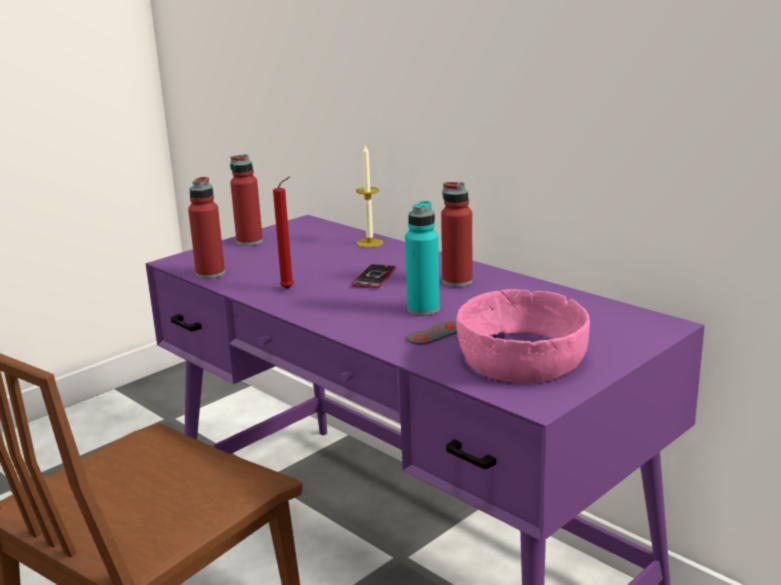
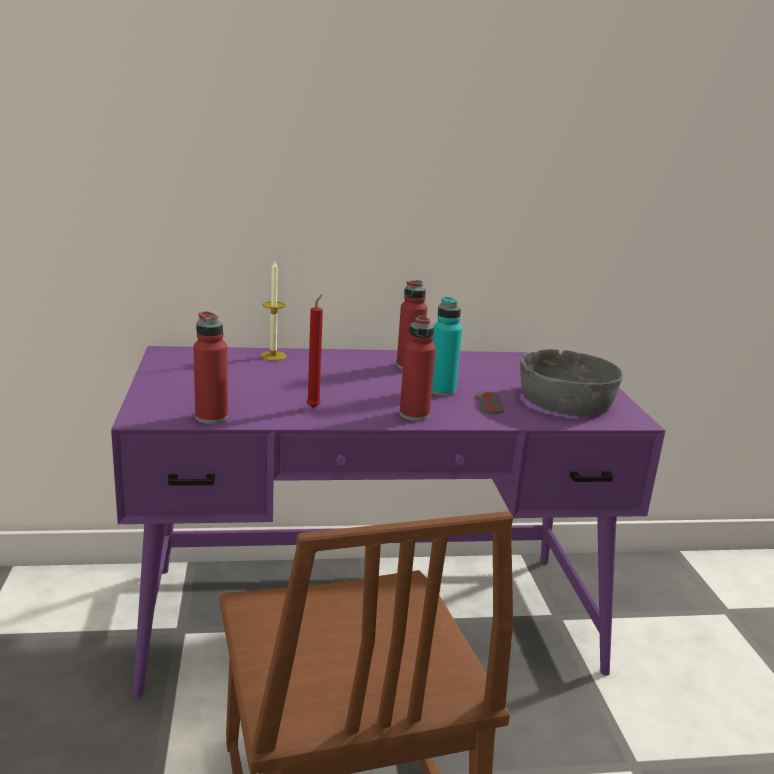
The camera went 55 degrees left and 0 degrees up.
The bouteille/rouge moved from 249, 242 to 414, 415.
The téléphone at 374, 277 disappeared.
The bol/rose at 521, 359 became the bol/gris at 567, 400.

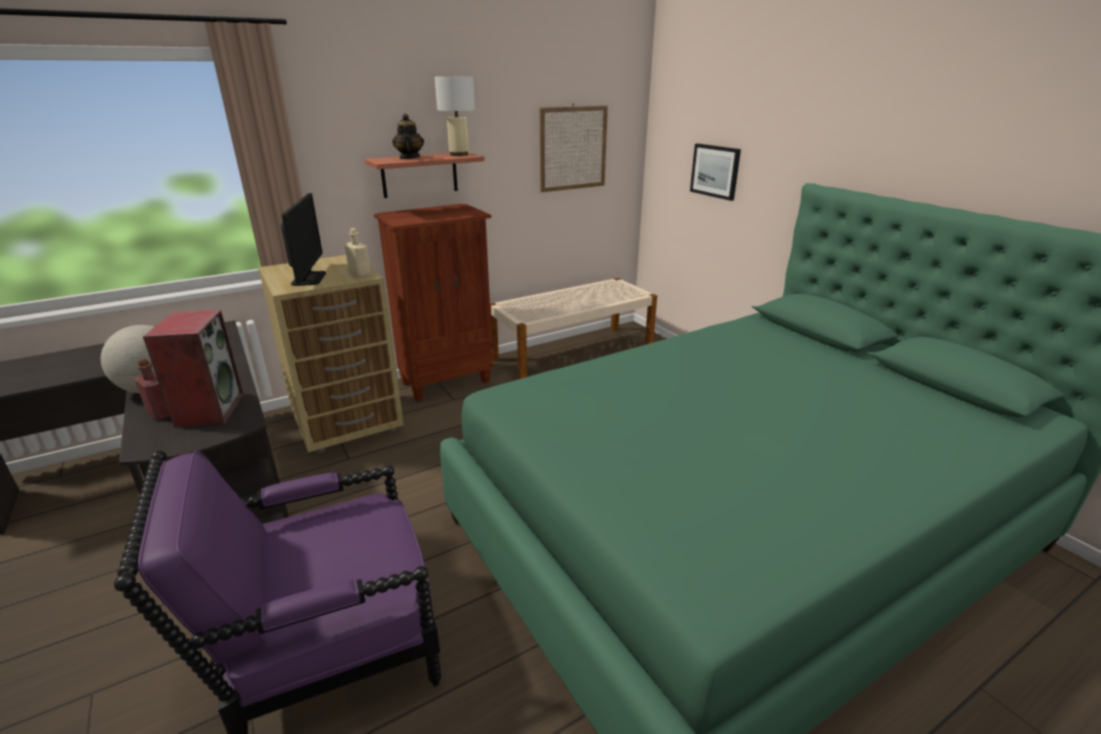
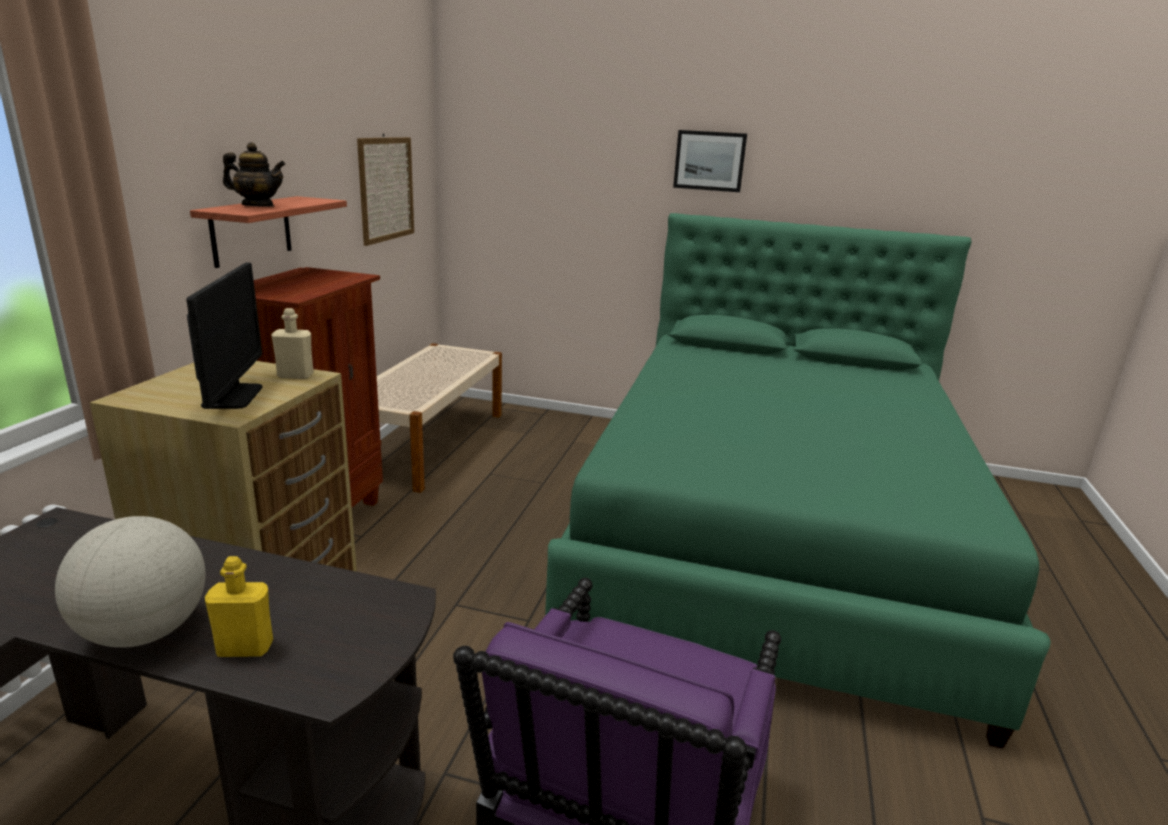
The camera went 45 degrees left and 5 degrees down.
The lampe de table/blanc at 458, 155 disappeared.
The théière at 409, 158 turned 150 degrees clockwise.
The tableau moved from 715, 171 to 709, 161.
The écran d'ordinateur at 309, 278 turned 45 degrees clockwise.
The enceinte at 210, 409 disappeared.
The bouteille/rouge at 161, 413 became the bouteille/jaune at 245, 648.

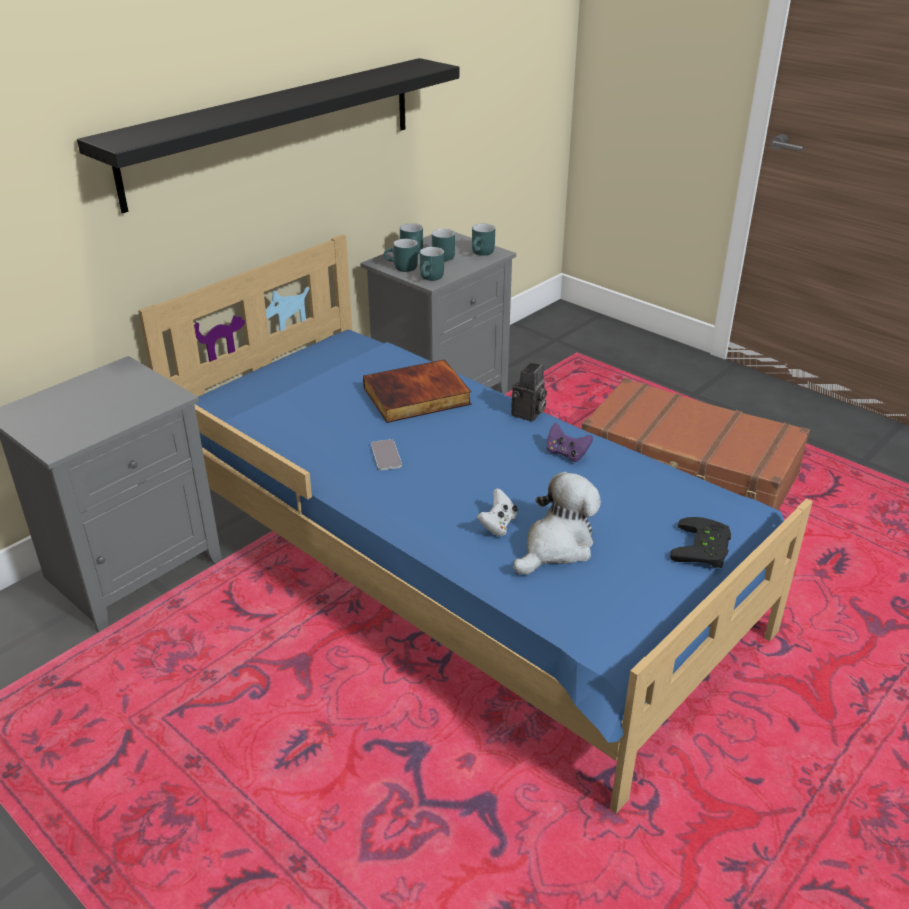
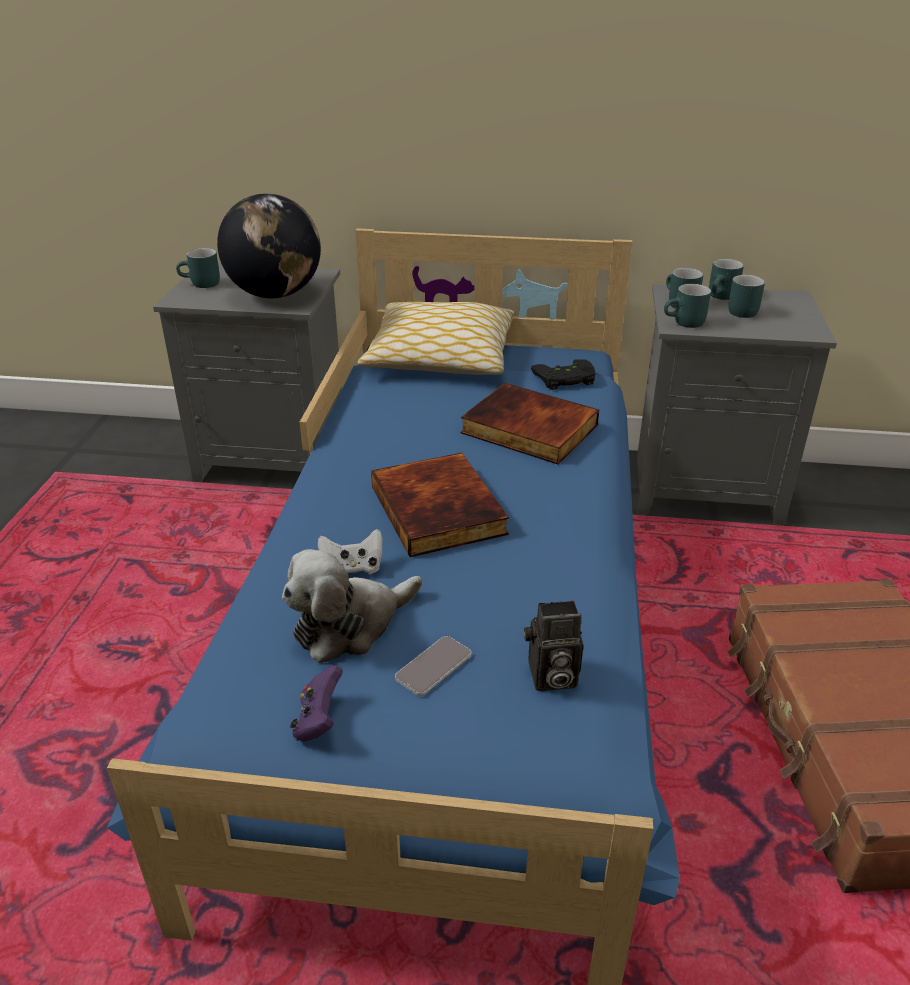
The camera went 55 degrees right and 0 degrees up.
The étagère/noir at 274, 130 disappeared.
The mug/turquoise moved from 482, 253 to 201, 284.
The appareil photo moved from 528, 414 to 550, 677.
The manette/violet moved from 566, 454 to 318, 721.
The téléphone moved from 386, 455 to 433, 667.
The peluche at 556, 547 turned 135 degrees clockwise.
The manette/noir moved from 705, 549 to 565, 380.
The globe at 275, 294 appeared.
The coussin at 440, 358 appeared.
The livre at 441, 510 appeared.

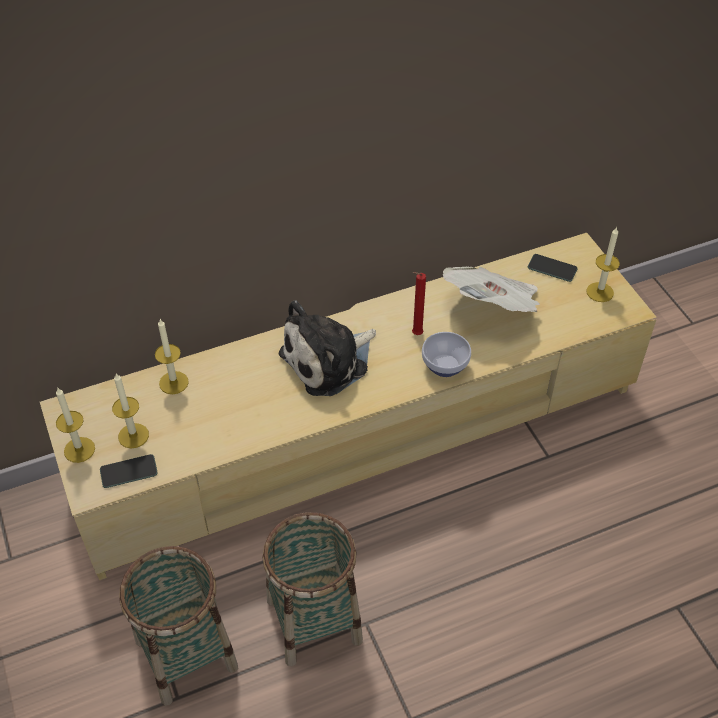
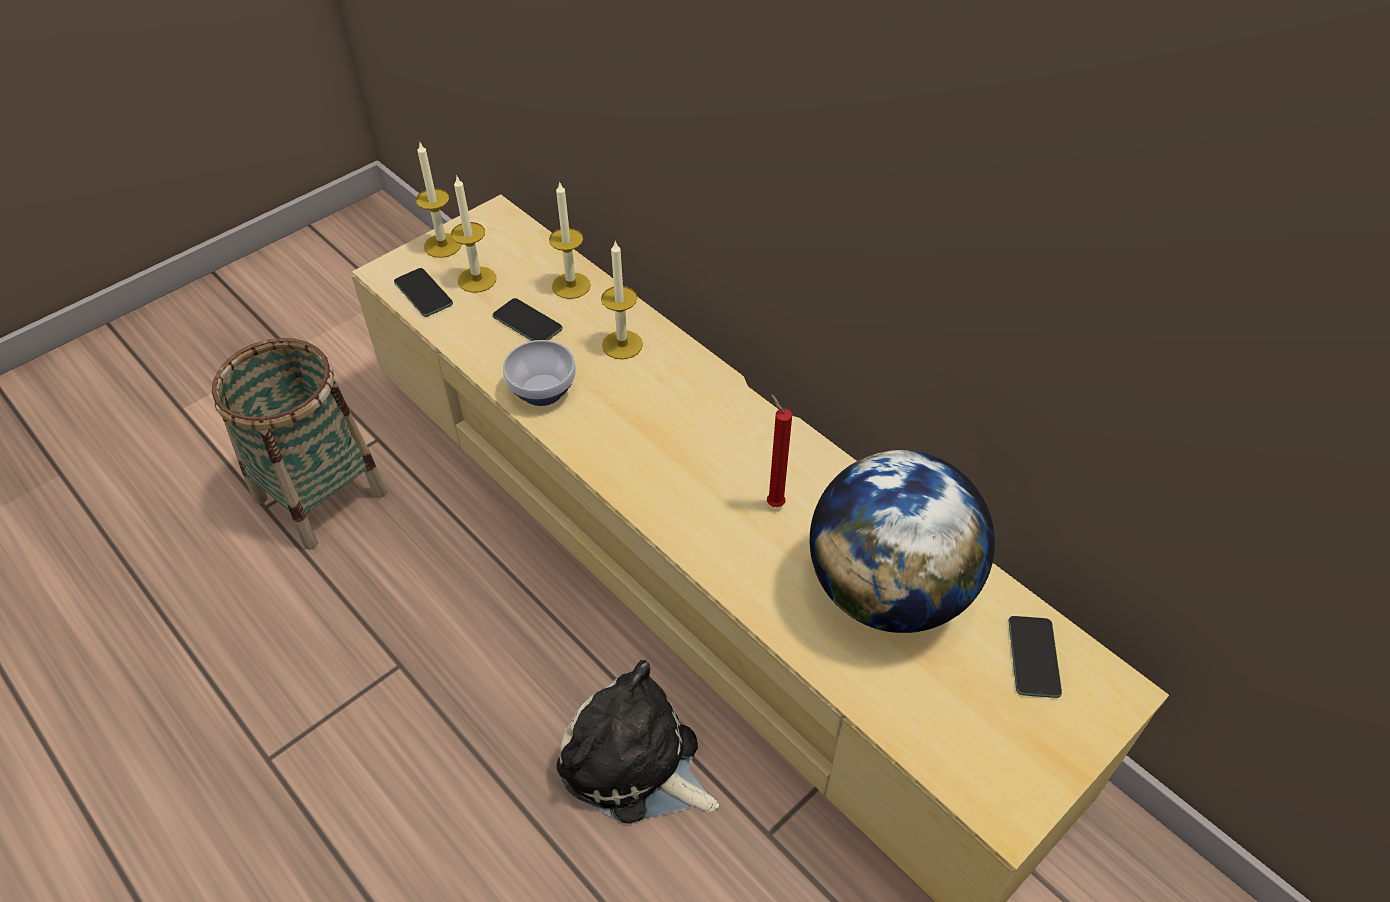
The camera went 70 degrees right and 0 degrees up.
The bougie moved from 600, 292 to 622, 345.
The journal at 493, 307 was replaced by the globe at 888, 590.
The peluche moved from 329, 360 to 635, 764.
The bol moved from 446, 366 to 543, 392.
The panier at 313, 620 disappeared.
The téléphone at 527, 322 appeared.

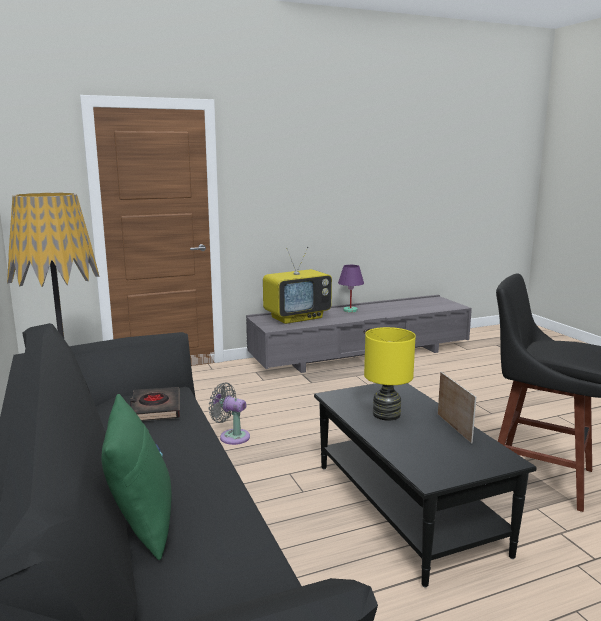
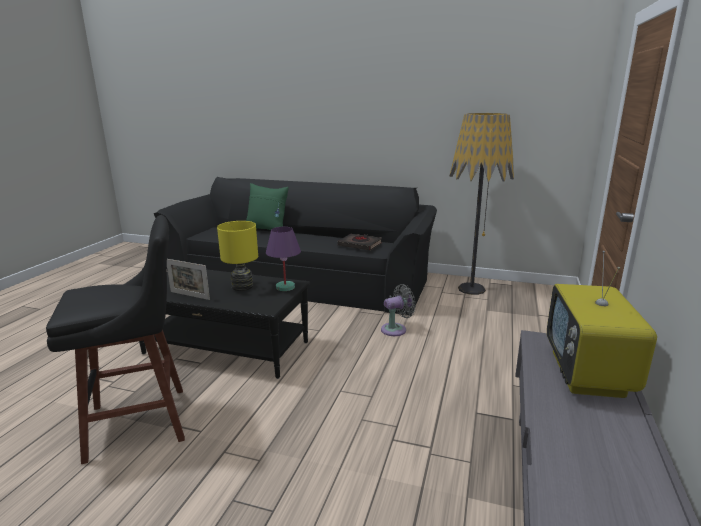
The camera went 130 degrees right and 5 degrees up.
The lampe de table/violet moved from 350, 310 to 285, 287.

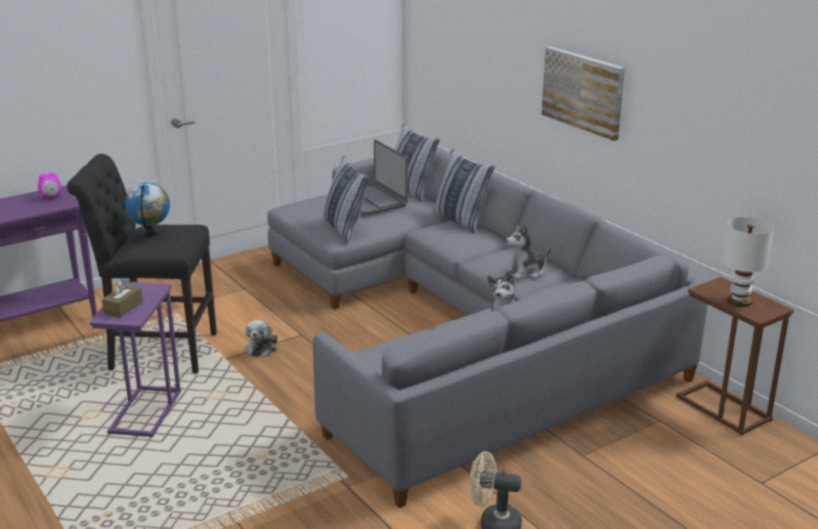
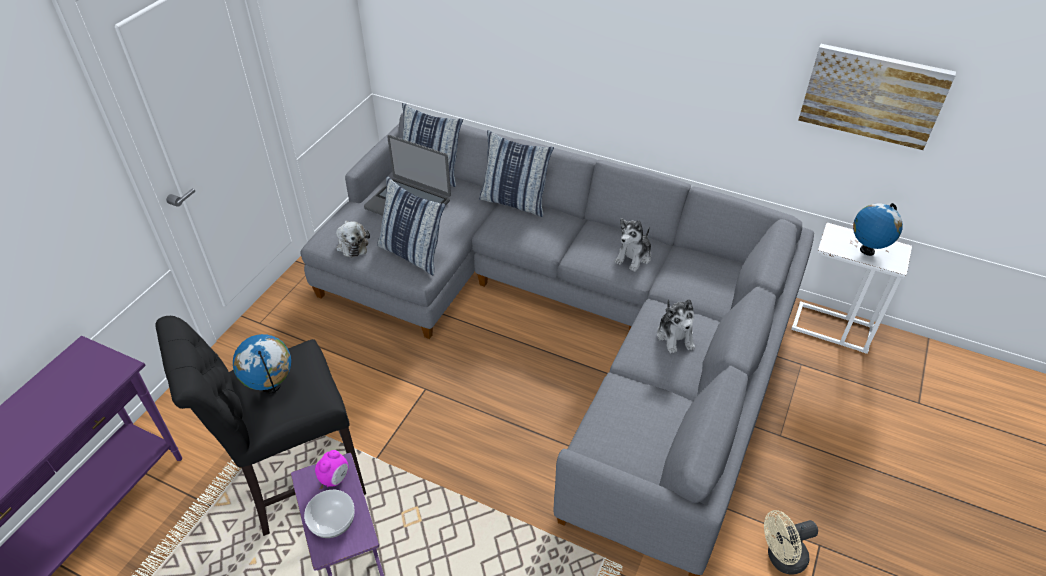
The camera went 30 degrees left and 20 degrees up.
The tableau moved from 583, 91 to 873, 95.
The réveil moved from 51, 197 to 335, 478.
The lampe de table/blanc at 738, 300 was replaced by the globe at 867, 250.
The table d'appoint/marron at 724, 408 became the table d'appoint/blanc at 833, 327.
The boîte à mouchoirs/marron at 123, 307 was replaced by the bol at 332, 522.
The peluche moved from 262, 347 to 352, 244.

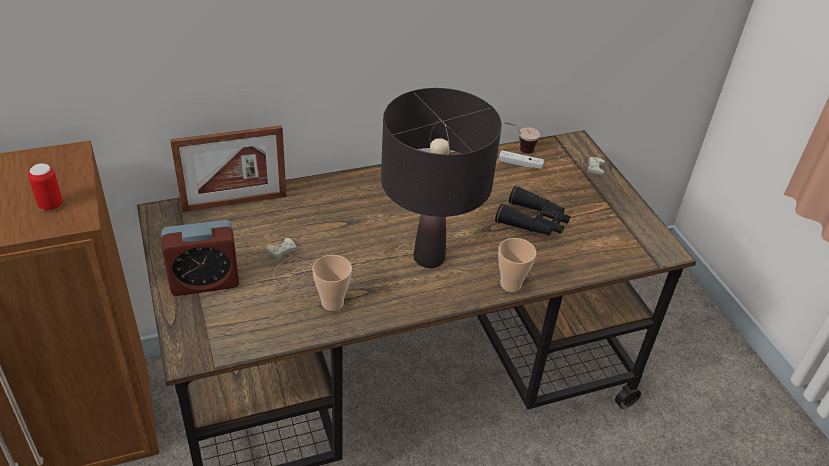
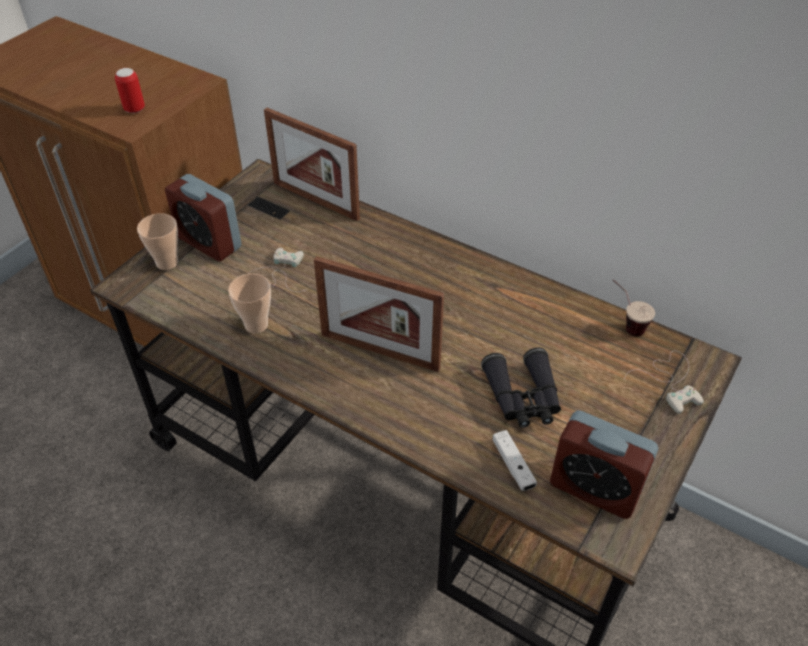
The camera went 55 degrees right and 5 degrees up.
The lampe de table/noir at 429, 257 was replaced by the cadre photo at 380, 351.
The manette/blanc moved from 520, 164 to 513, 465.
The tasse moved from 510, 284 to 167, 263.
The réveil at 594, 488 appeared.

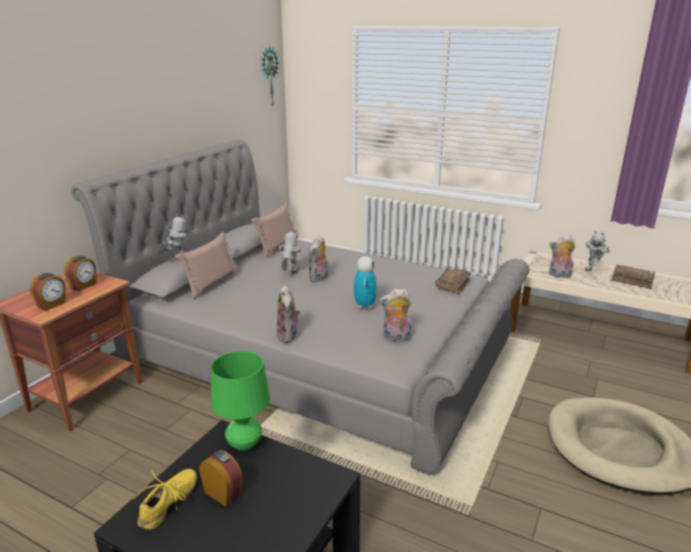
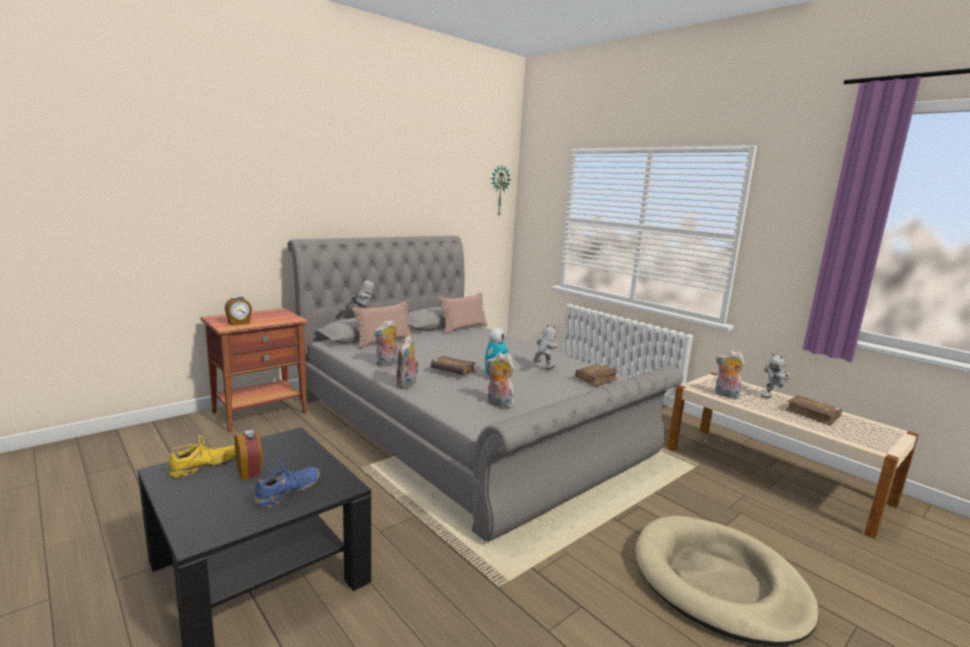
The camera went 20 degrees right and 10 degrees down.
The robot jouet moved from 290, 273 to 543, 369.
The peluche moved from 319, 279 to 387, 364.
The réveil at 84, 286 disappeared.
The lampe de table/vert at 244, 444 disappeared.
The livre/marron at 453, 371 appeared.
The chaussure/bleu at 288, 493 appeared.

